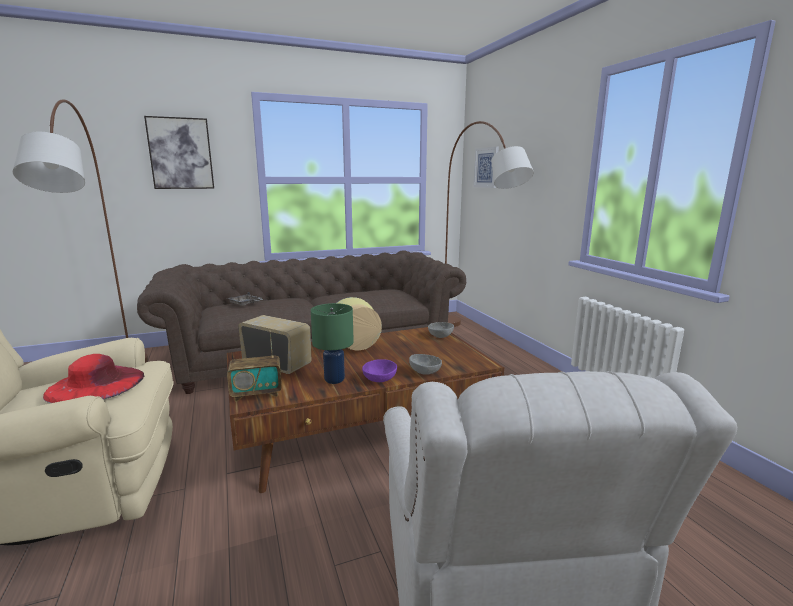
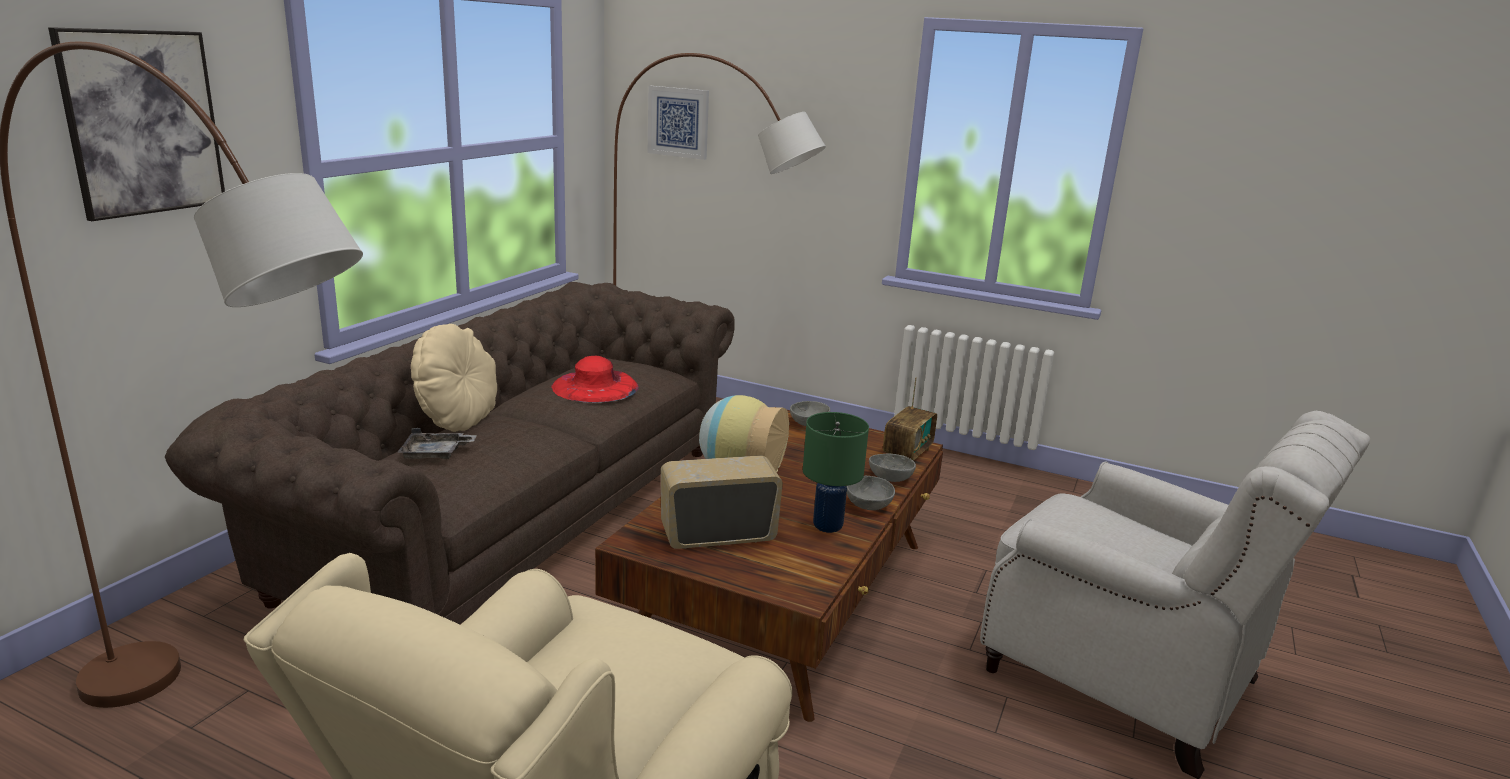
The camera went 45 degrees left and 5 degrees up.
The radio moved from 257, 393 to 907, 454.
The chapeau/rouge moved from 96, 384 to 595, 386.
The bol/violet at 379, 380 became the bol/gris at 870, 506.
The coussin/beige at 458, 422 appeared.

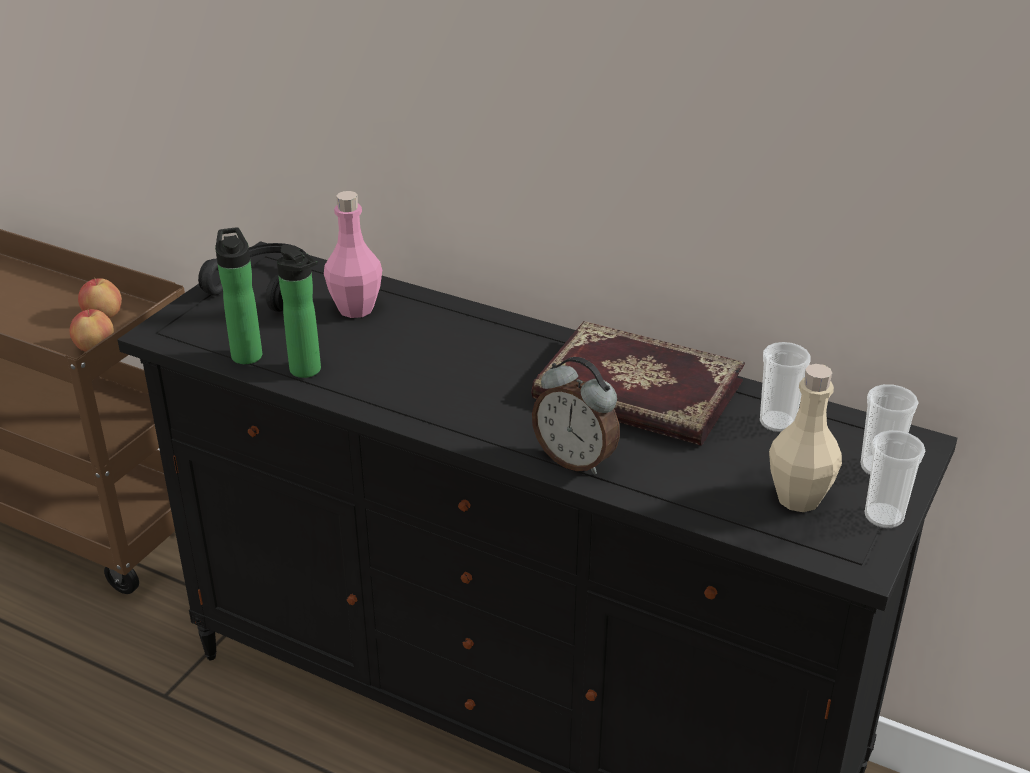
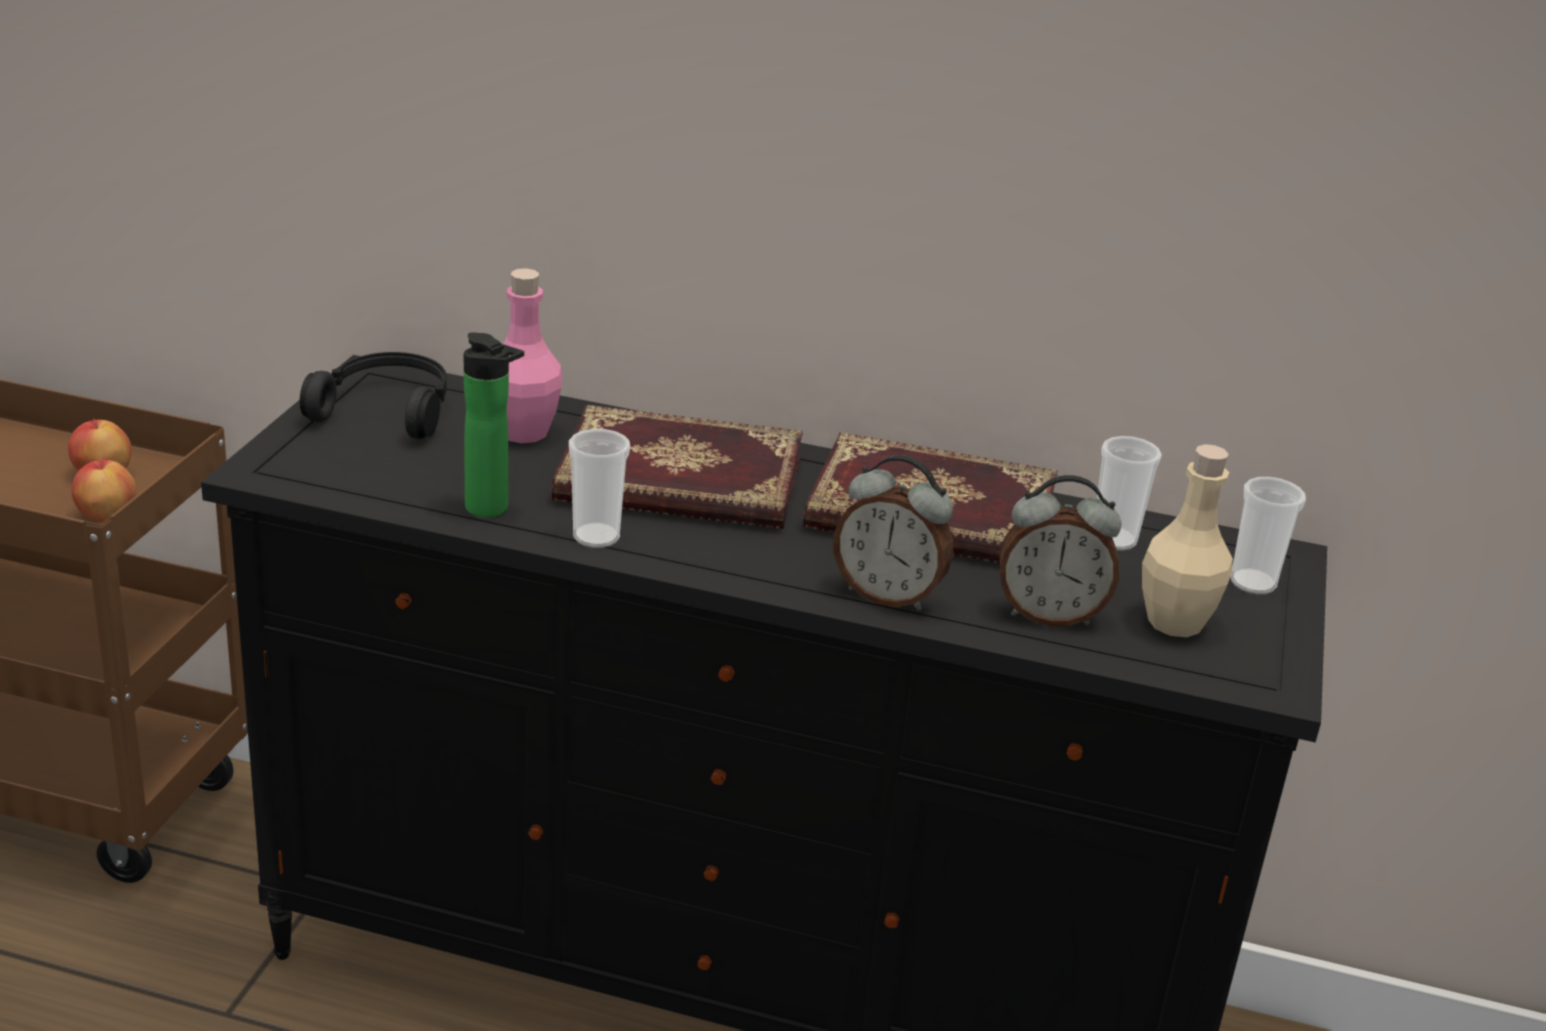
The camera went 15 degrees left and 5 degrees down.
The bouteille at 246, 353 disappeared.
The tasse moved from 883, 516 to 596, 537.
The livre at 679, 481 appeared.
The réveil at 1049, 615 appeared.

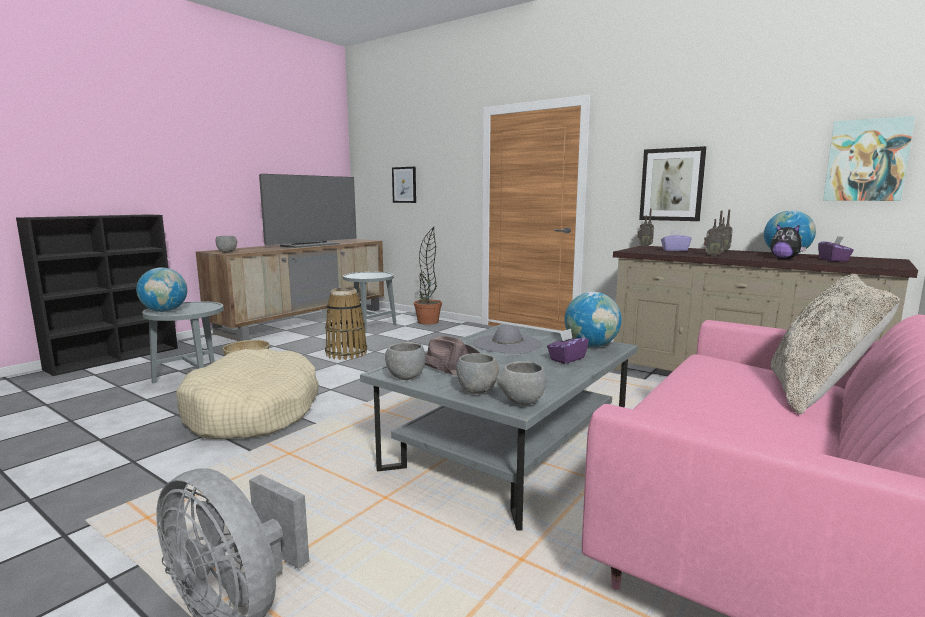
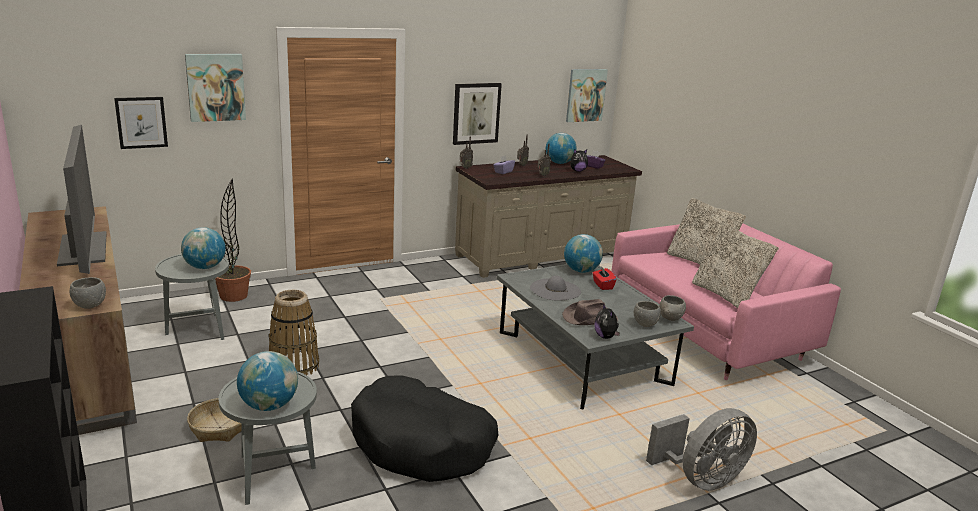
The camera went 65 degrees left and 10 degrees up.
The boîte à mouchoirs/violet at 567, 359 became the boîte à mouchoirs/rouge at 602, 285.
The bol/gris at 405, 378 was replaced by the peluche at 606, 337.
The panier pour chien/beige at 253, 412 became the panier pour chien/noir at 422, 444.
The tableau at 215, 87 appeared.
The coussin/beige at 727, 294 appeared.
The globe at 204, 267 appeared.

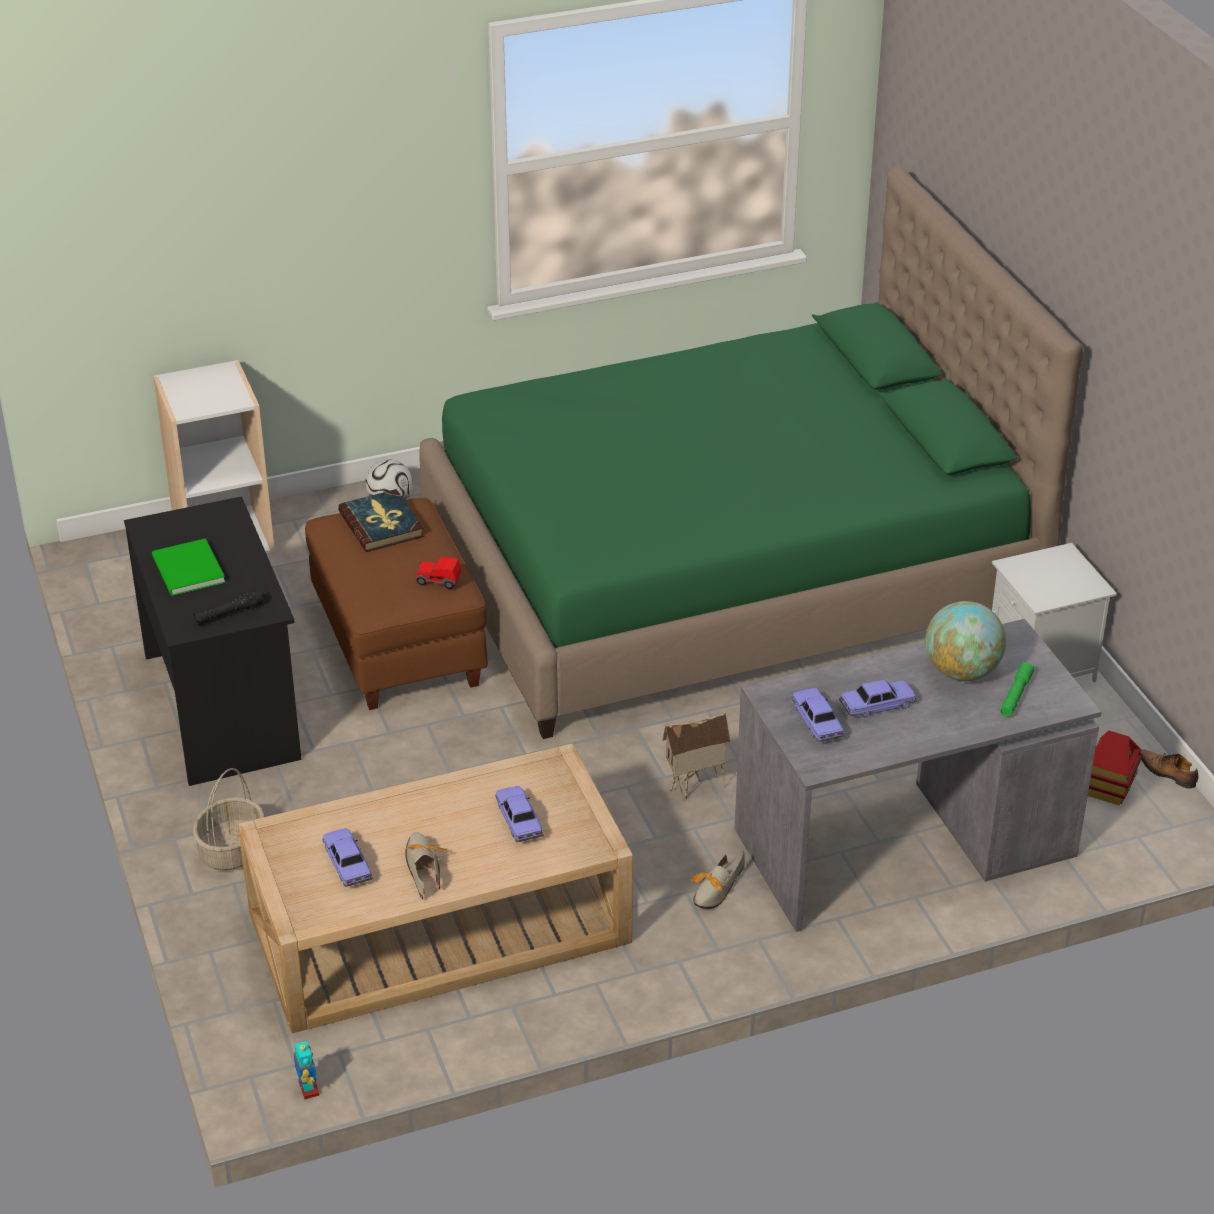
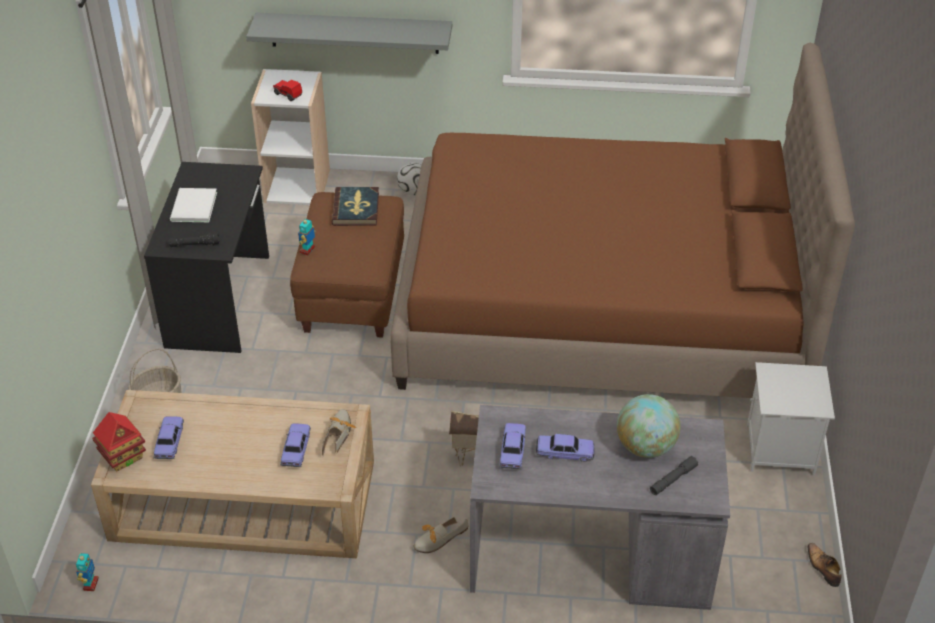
The camera went 25 degrees right and 5 degrees up.
The lit/vert at 729, 571 became the lit/marron at 602, 307.
The livre/vert at 187, 571 became the livre/blanc at 192, 207.
The petite voiture moved from 438, 581 to 288, 94.
The lampe de poche/vert at 1016, 695 became the lampe de poche/gris at 673, 479.
The maison miniature moved from 1108, 789 to 123, 457.
The chaussure moved from 423, 867 to 338, 434.
The étagère/gris at 354, 33 appeared.
The robot jouet at 307, 250 appeared.

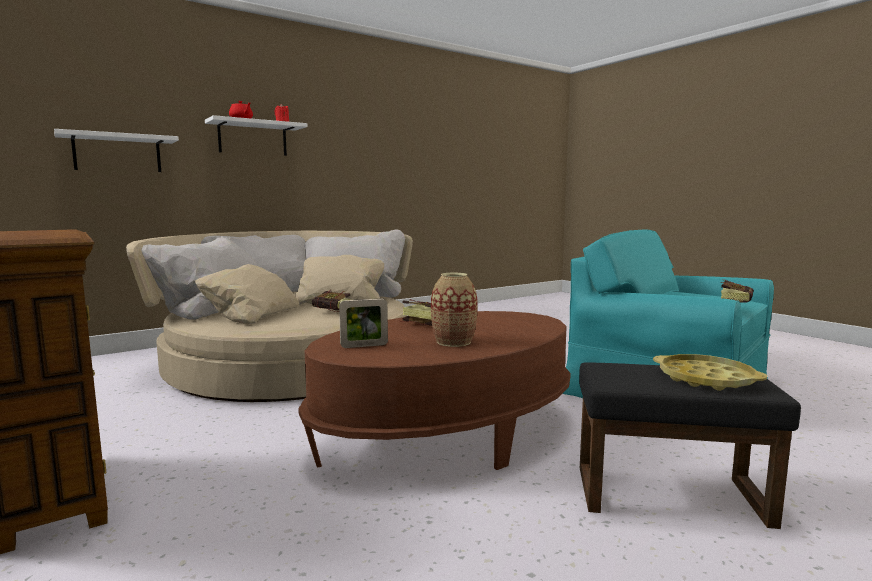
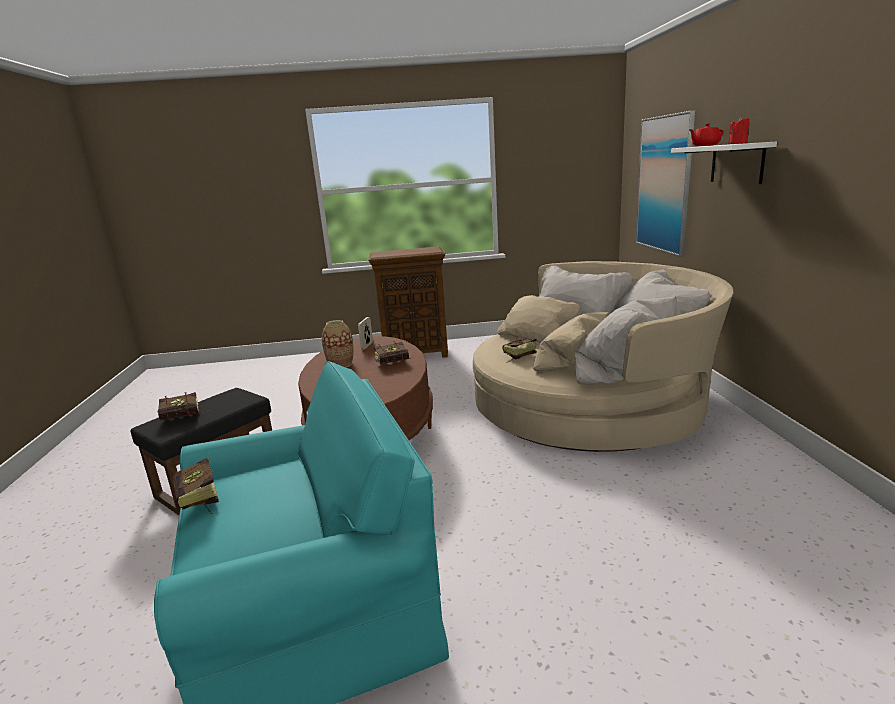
The camera went 120 degrees right and 10 degrees up.
The étagère/blanc at 117, 153 was replaced by the tableau at 663, 184.
The plateau/jaune at 706, 379 was replaced by the livre at 186, 418.

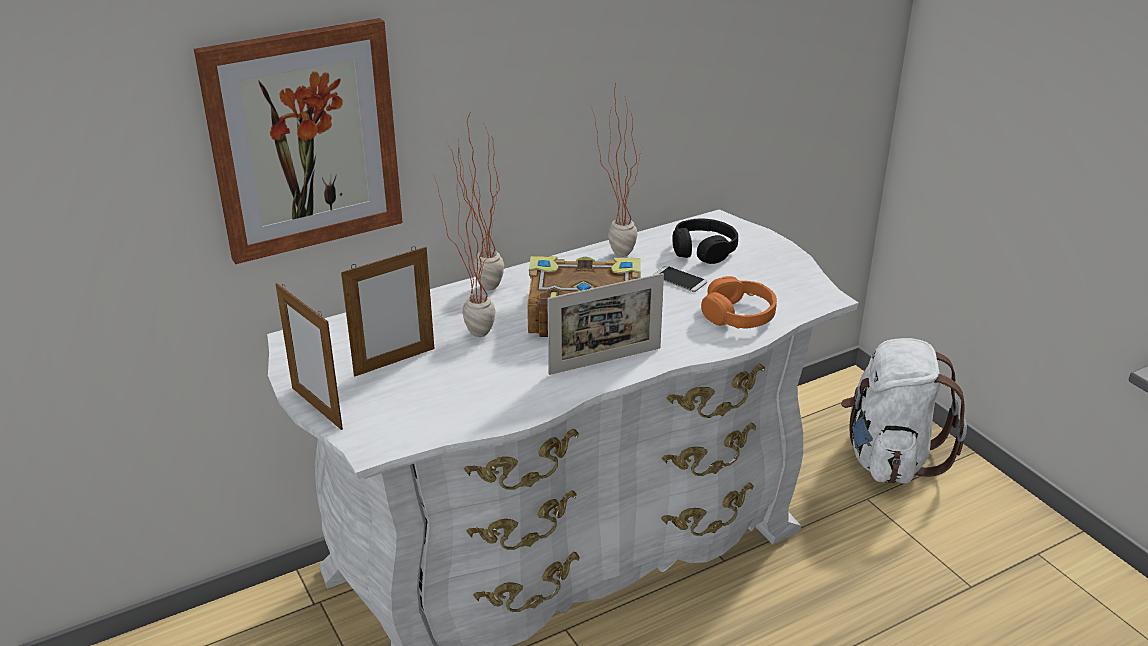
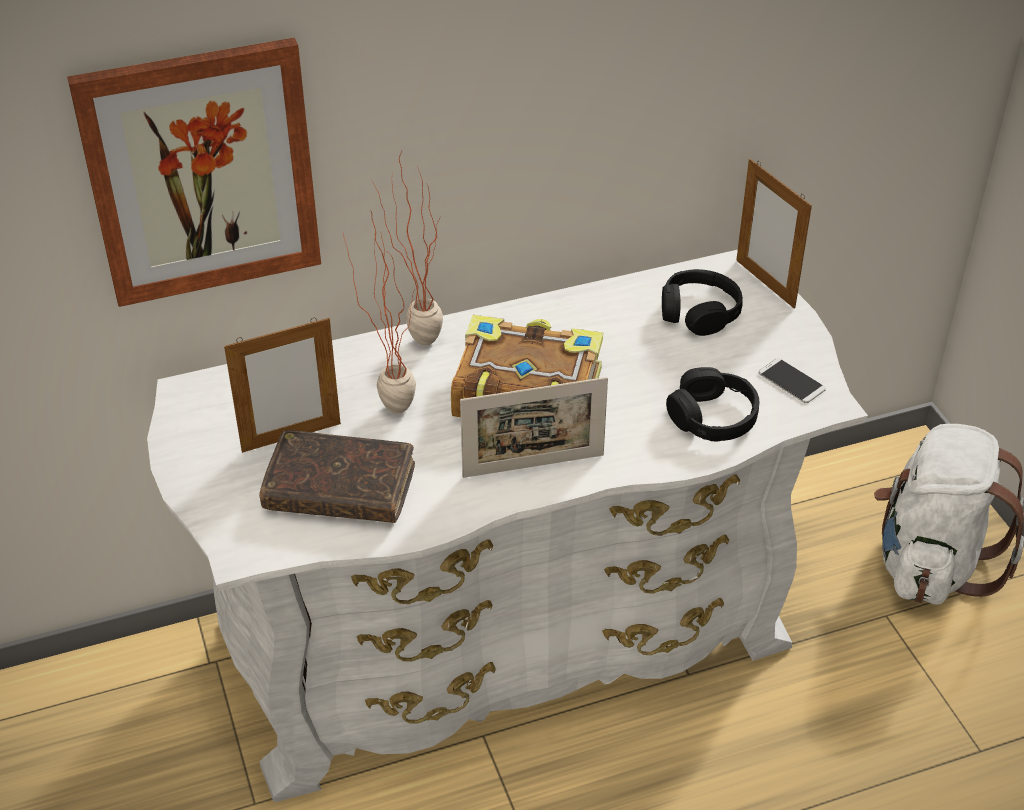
The camera went 10 degrees right and 10 degrees up.
The plante en pot at 614, 251 disappeared.
The téléphone moved from 679, 280 to 791, 381.
The casque audio/orange at 738, 315 became the casque audio/noir at 712, 417.
The cadre photo moved from 317, 408 to 765, 283.
The livre/marron at 340, 489 appeared.

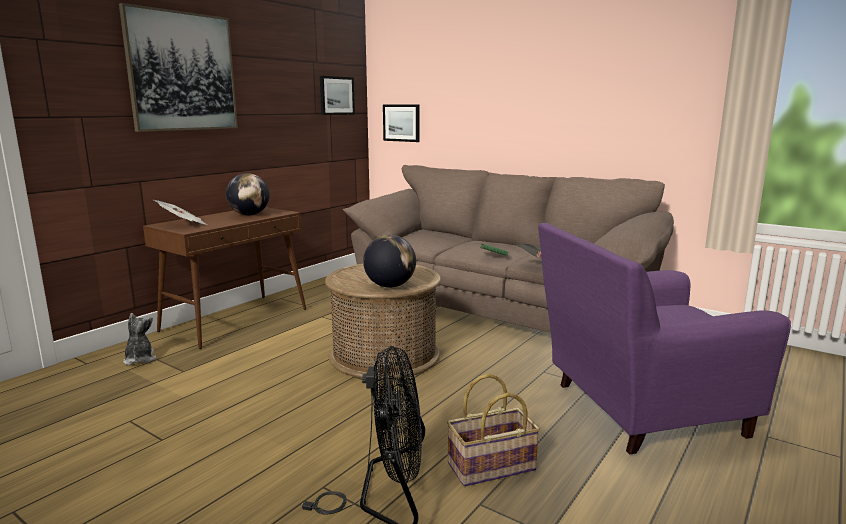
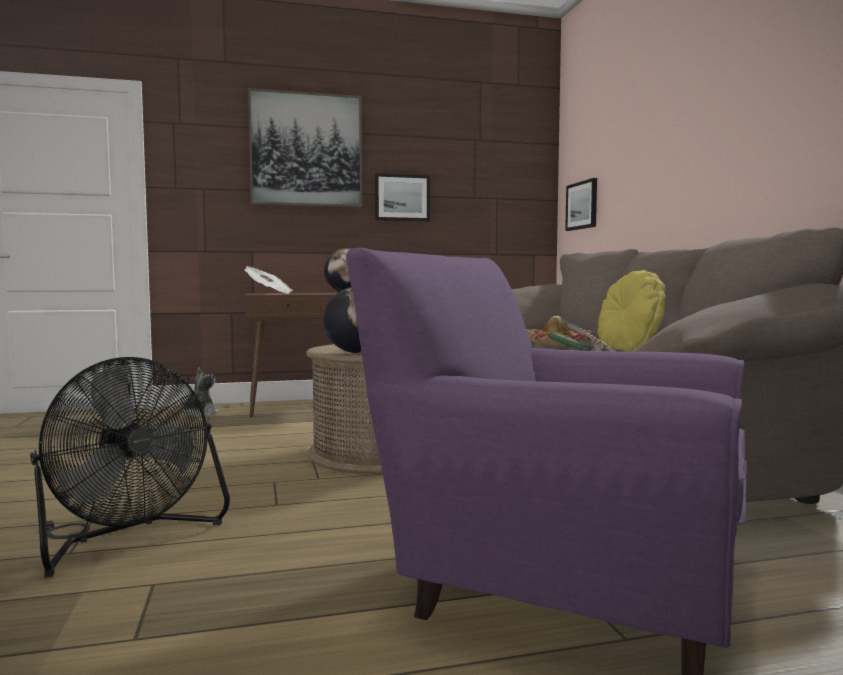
The camera went 40 degrees right and 10 degrees down.
The tableau moved from 336, 95 to 402, 197.
The panier at 491, 467 disappeared.
The coussin/jaune at 629, 351 appeared.
The chapeau at 555, 343 appeared.

